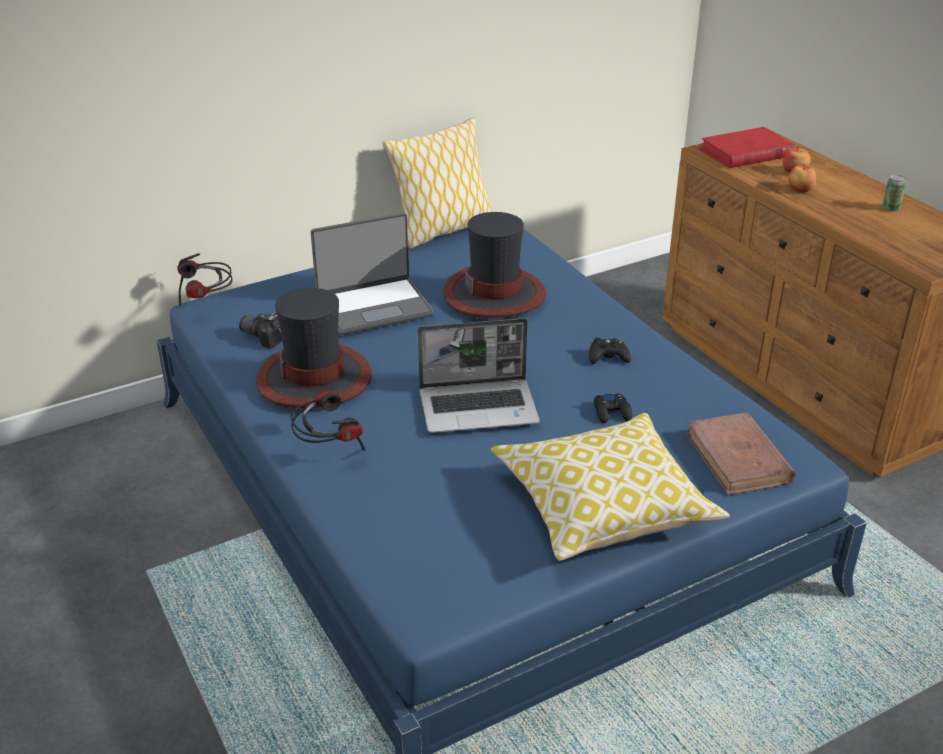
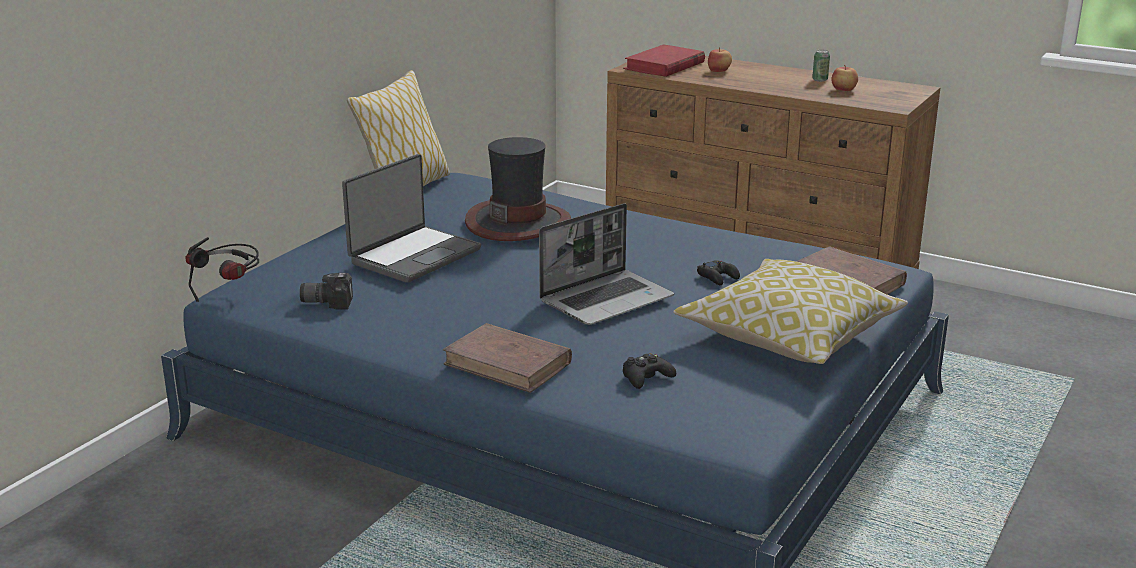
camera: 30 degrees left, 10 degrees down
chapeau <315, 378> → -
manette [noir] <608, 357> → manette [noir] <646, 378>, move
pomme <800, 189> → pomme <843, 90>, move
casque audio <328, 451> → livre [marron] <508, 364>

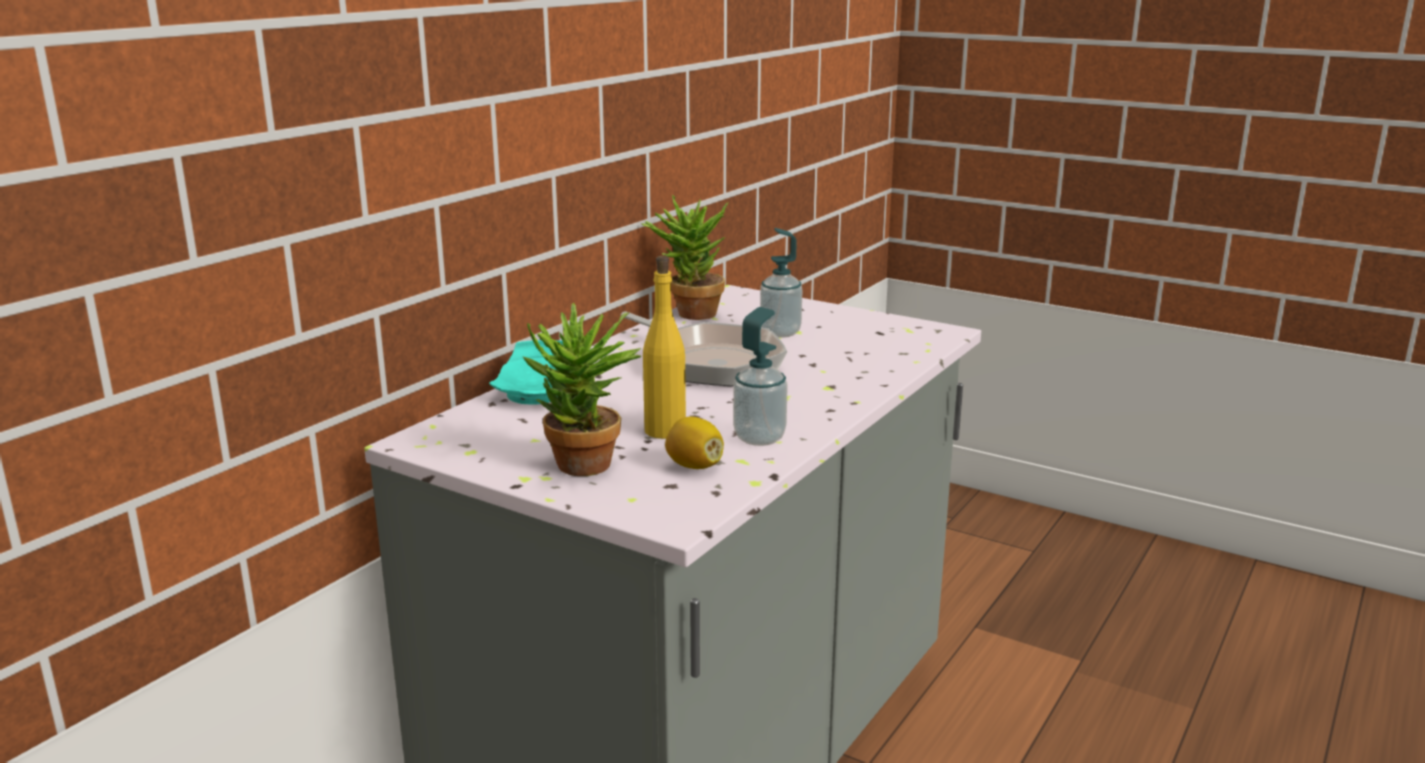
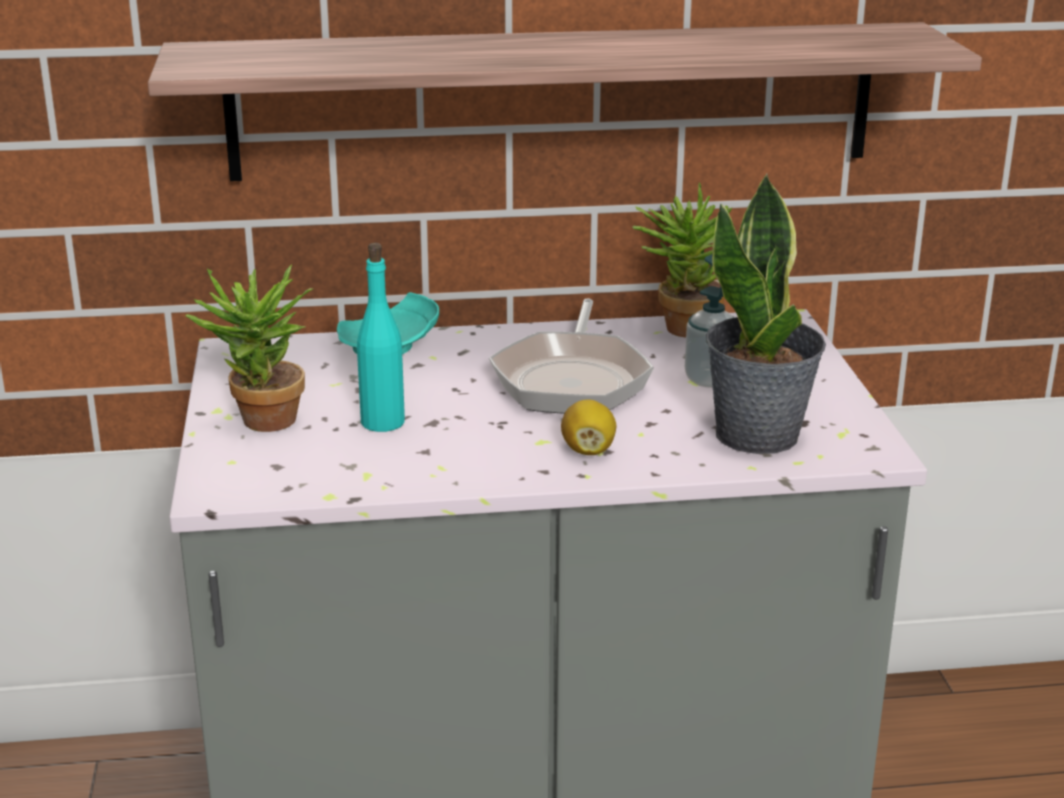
camera: 50 degrees right, 5 degrees up
distributeur de savon <759, 438> → -
- → étagère <554, 101>
- → plante en pot <758, 435>
citron <694, 466> → citron <588, 450>, move
bouteille [jaune] <664, 430> → bouteille [turquoise] <383, 422>

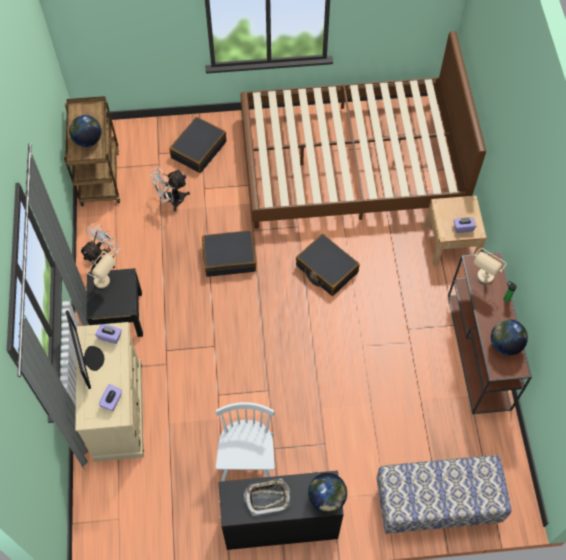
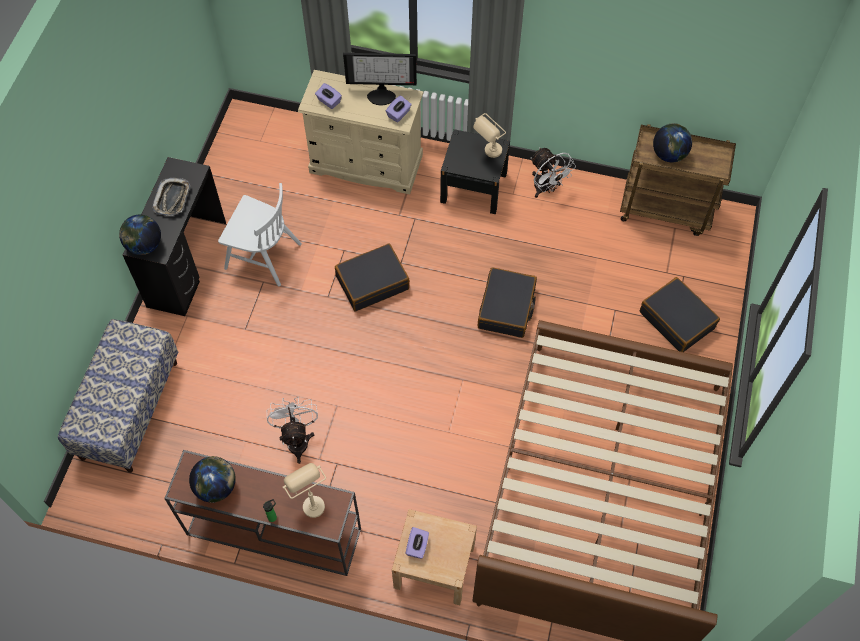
camera: 110 degrees right, 0 degrees up
ventilateur [blanc] <172, 201> → ventilateur [blanc] <297, 439>, move
valise [noir] <326, 269> → valise [noir] <372, 282>, move

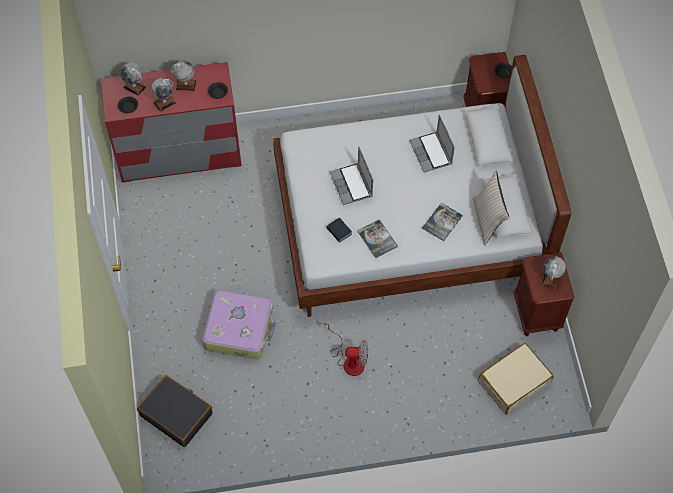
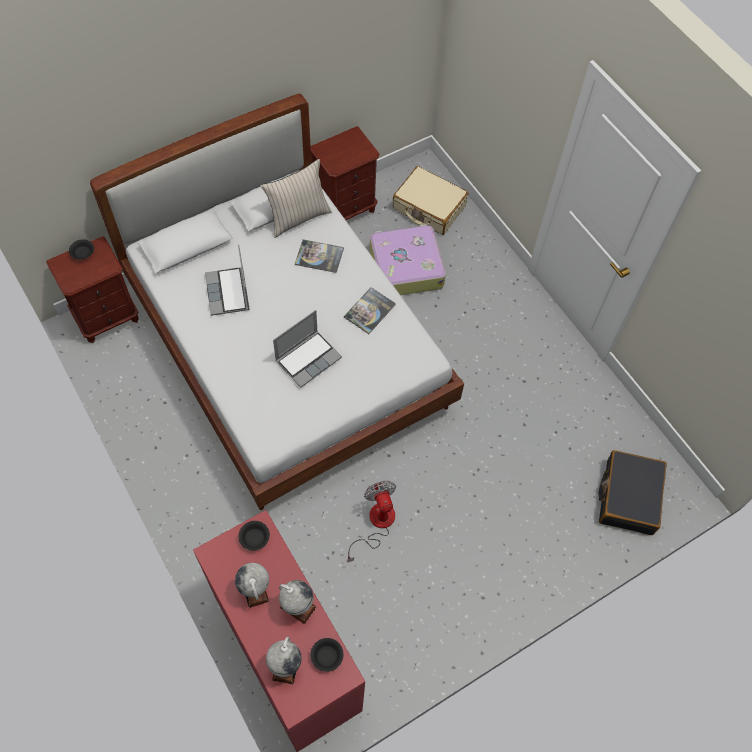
camera: 115 degrees left, 0 degrees up
livre <339, 231> → -
globe <550, 278> → -
valise <240, 329> → valise <405, 267>, move
ventilateur <349, 360> → ventilateur <376, 524>, move
ordinateur portable <431, 153> → ordinateur portable <228, 293>, 120 degrees clockwise

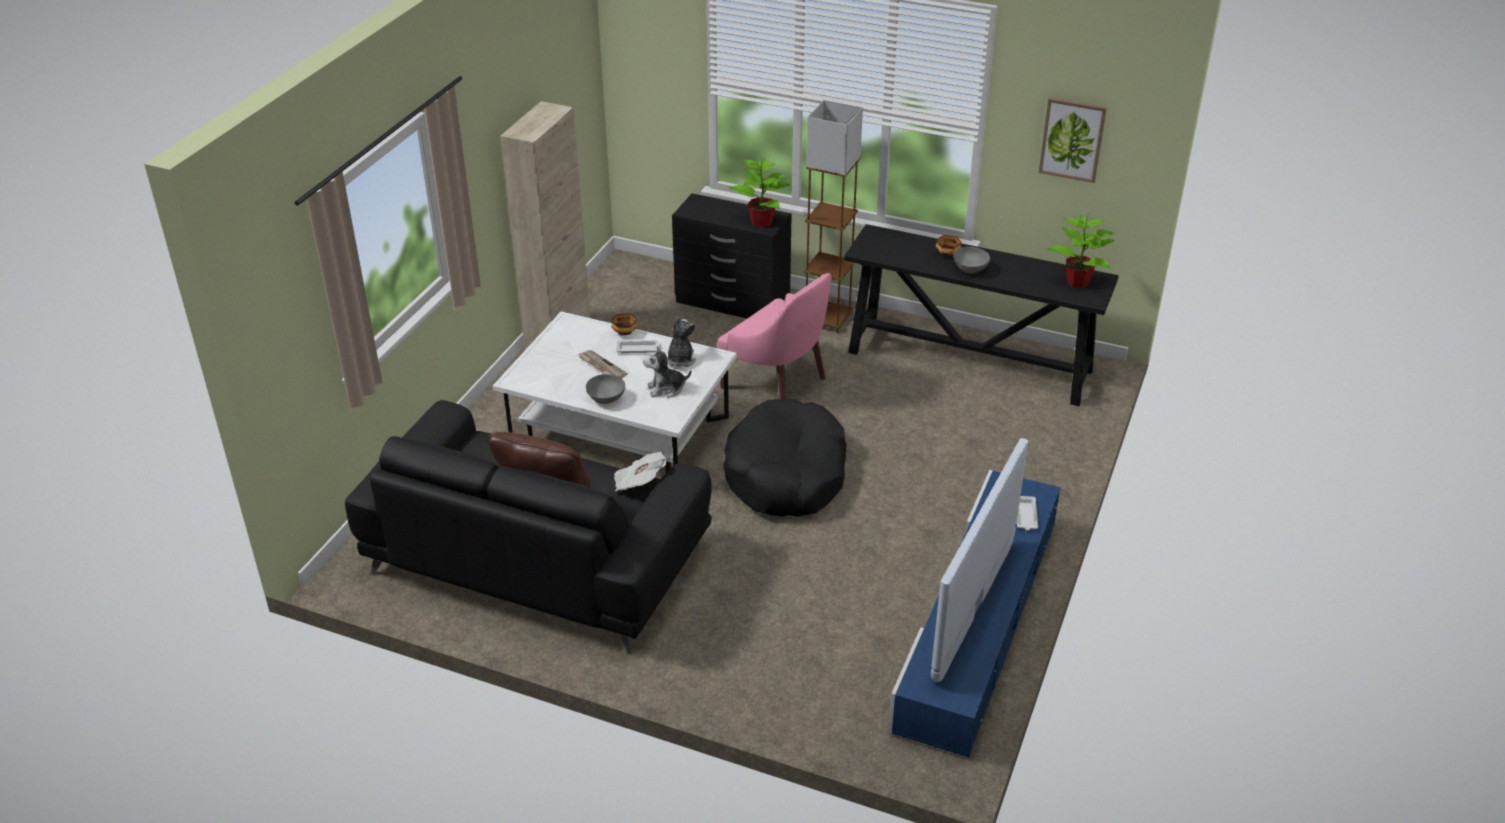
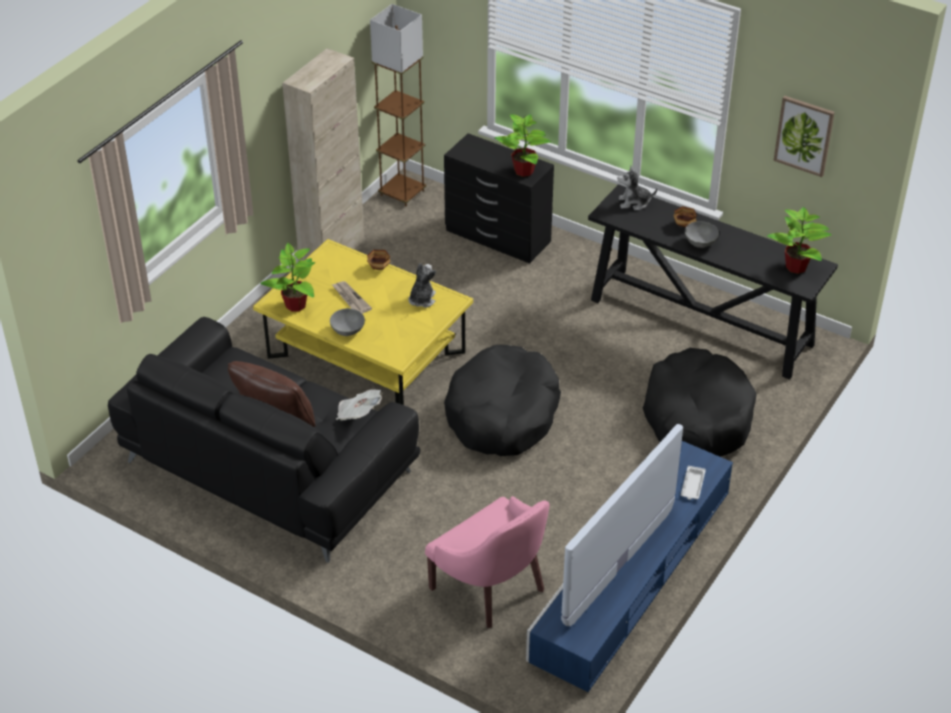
camera: 10 degrees right, 5 degrees up
plateau [blanc] <639, 349> → -
- → plante en pot <295, 305>
- → panier pour chien [noir] <697, 417>
peluche <666, 389> → peluche <634, 202>, move
fauteuil [rose] <778, 381> → fauteuil [rose] <492, 587>, move
lampadaire [marron] <827, 319> → lampadaire [marron] <402, 193>, move
table basse [blanc] <620, 431> → table basse [jaune] <366, 355>

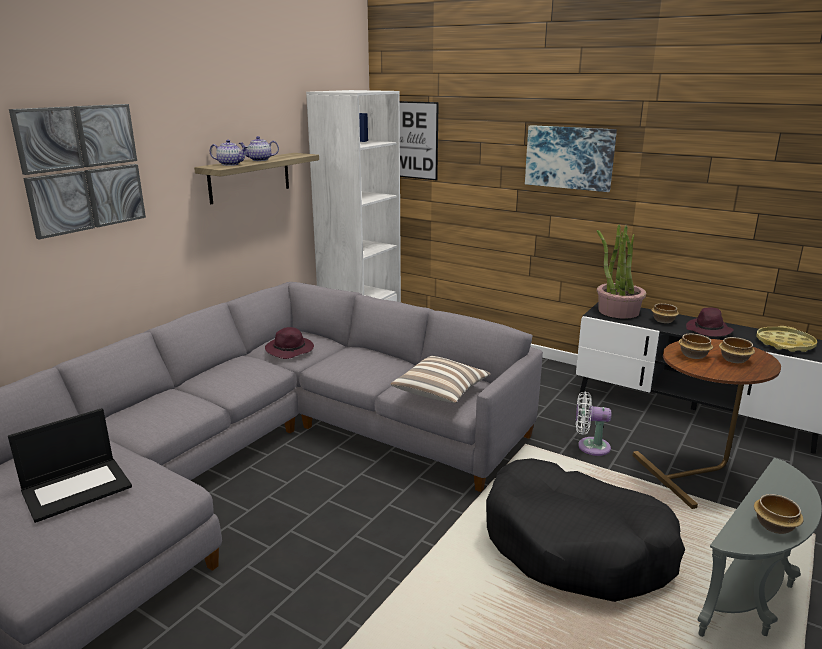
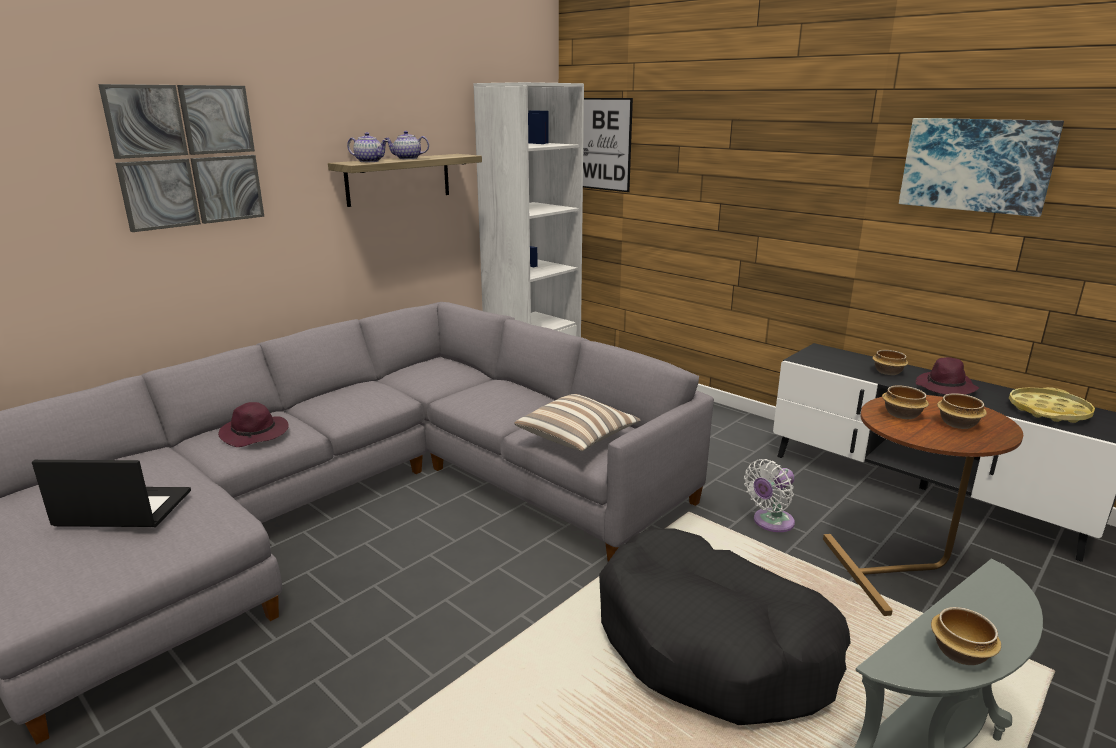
camera: 10 degrees right, 0 degrees up
plante en pot <618, 311> → -
chapeau [violet] <290, 350> → chapeau [violet] <255, 434>, move
tableau <569, 157> → tableau <976, 165>, move
ordinateur portable <77, 488> → ordinateur portable <122, 509>, 150 degrees counterclockwise
ventilateur [blanc] <590, 446> → ventilateur [blanc] <770, 522>, 60 degrees counterclockwise

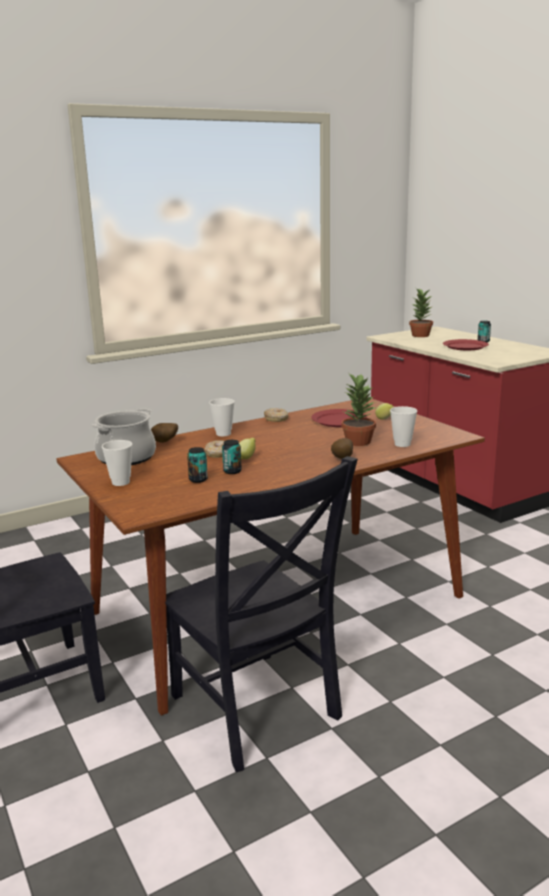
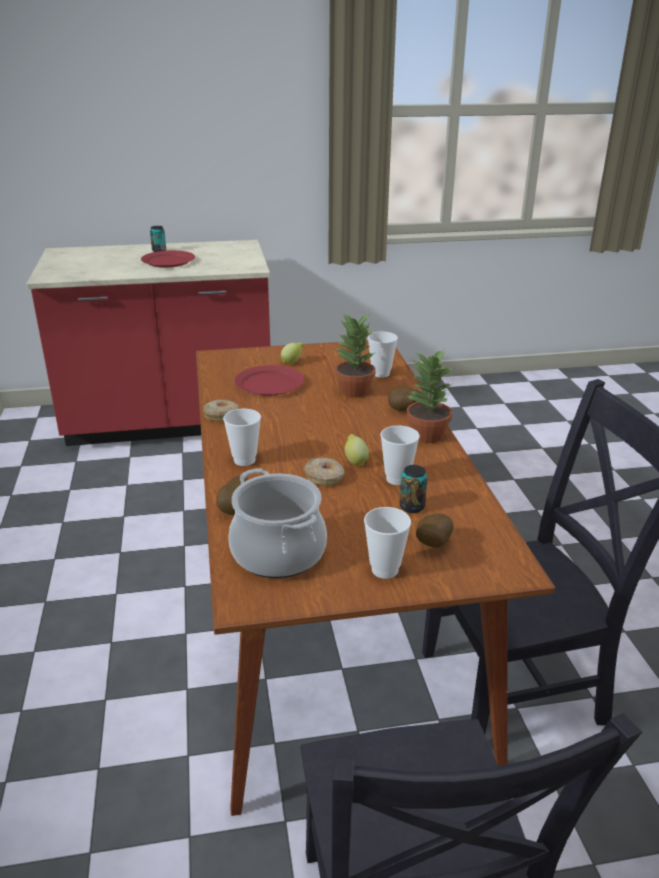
camera: 70 degrees left, 10 degrees up
- → pomme de terre <431, 545>
plante en pot <420, 335> → plante en pot <426, 435>, move
boîte métallique <232, 471> → tasse <397, 479>

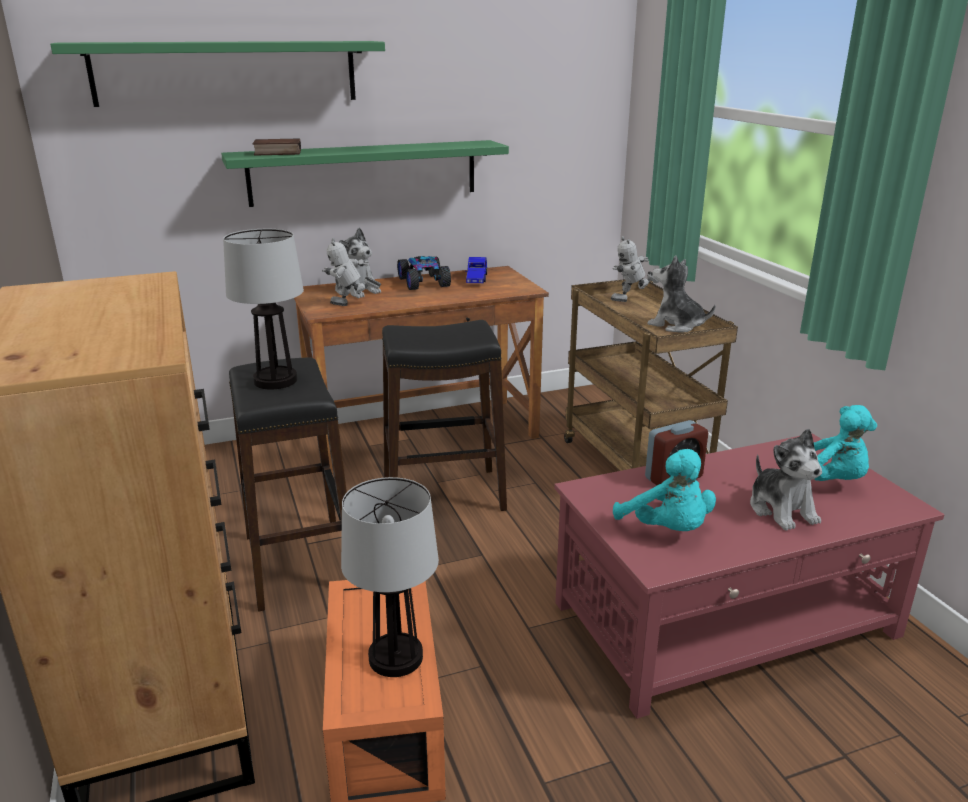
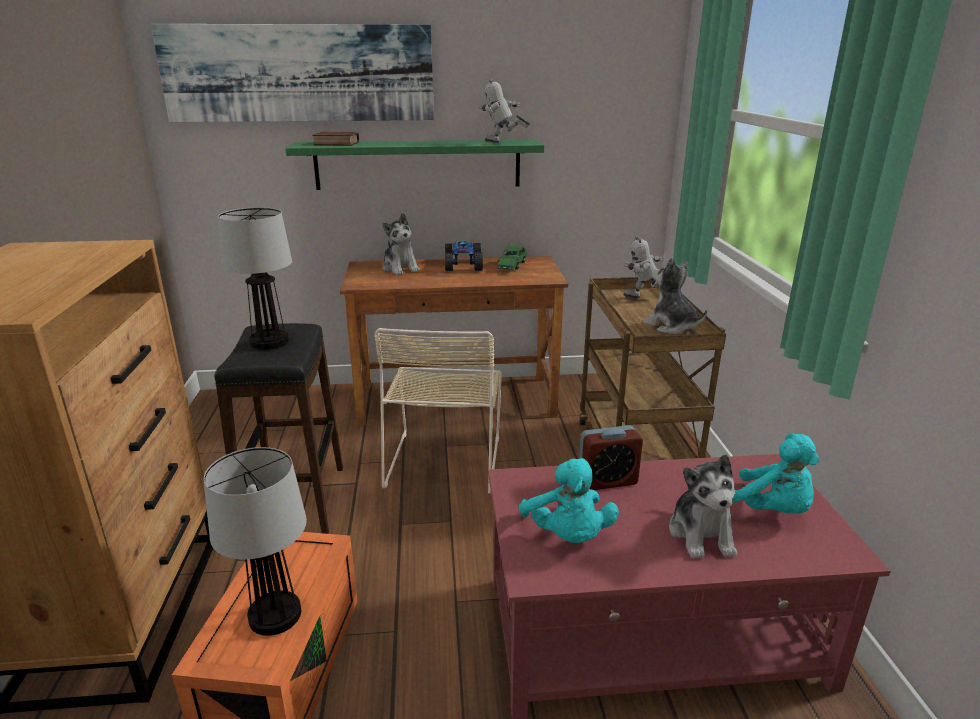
camera: 15 degrees right, 0 degrees up
robot jouet <351, 306> → robot jouet <502, 143>, move
étagère [vert] <227, 72> → tableau <299, 73>
tabouret [noir] <442, 495> → chaise [beige] <445, 458>
petite voiture [bleu] <477, 279> → petite voiture [vert] <512, 266>

